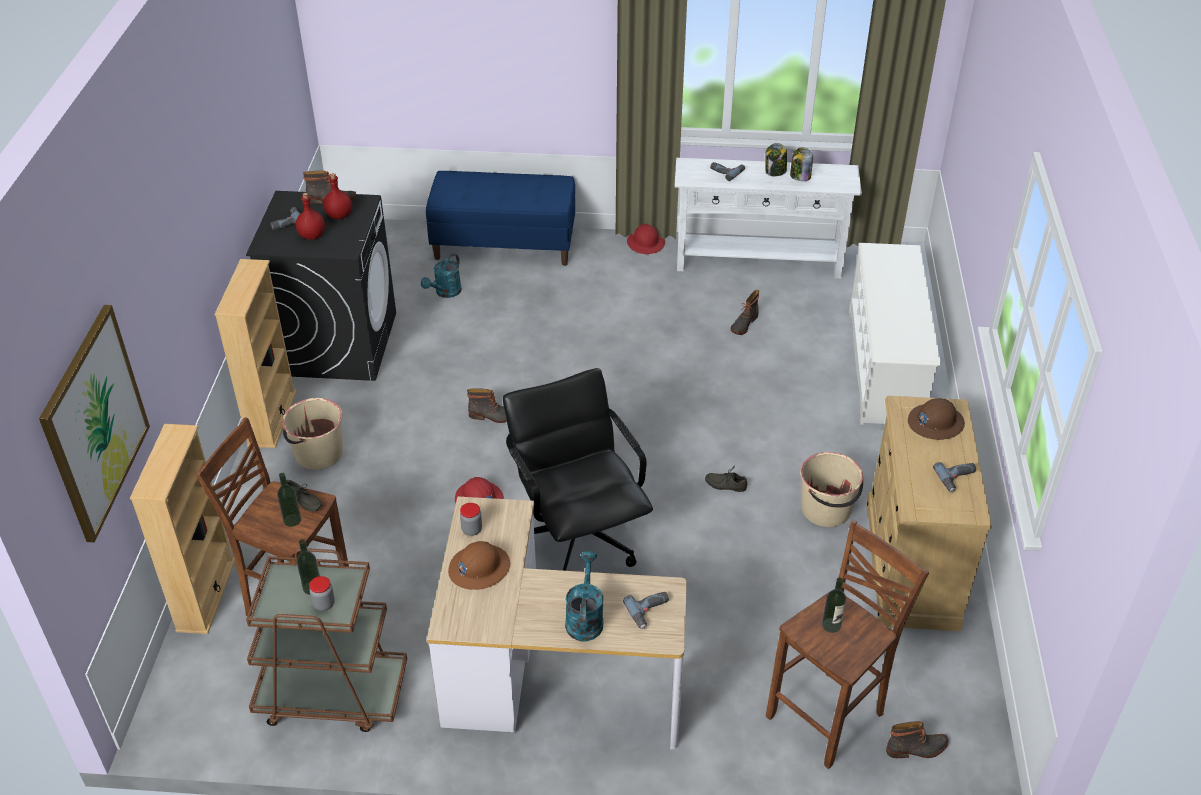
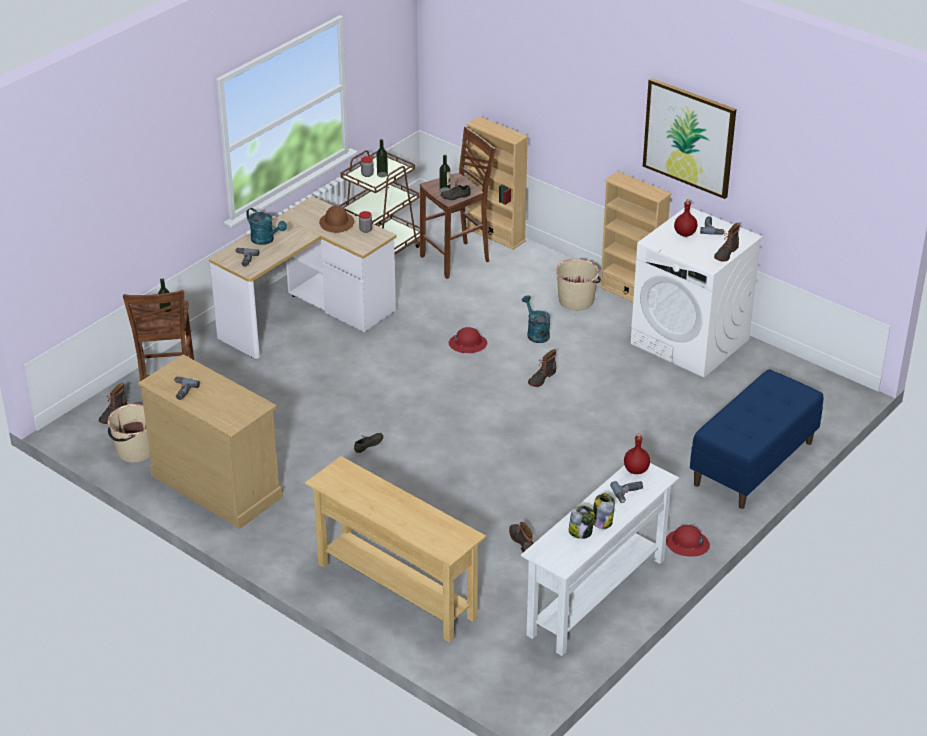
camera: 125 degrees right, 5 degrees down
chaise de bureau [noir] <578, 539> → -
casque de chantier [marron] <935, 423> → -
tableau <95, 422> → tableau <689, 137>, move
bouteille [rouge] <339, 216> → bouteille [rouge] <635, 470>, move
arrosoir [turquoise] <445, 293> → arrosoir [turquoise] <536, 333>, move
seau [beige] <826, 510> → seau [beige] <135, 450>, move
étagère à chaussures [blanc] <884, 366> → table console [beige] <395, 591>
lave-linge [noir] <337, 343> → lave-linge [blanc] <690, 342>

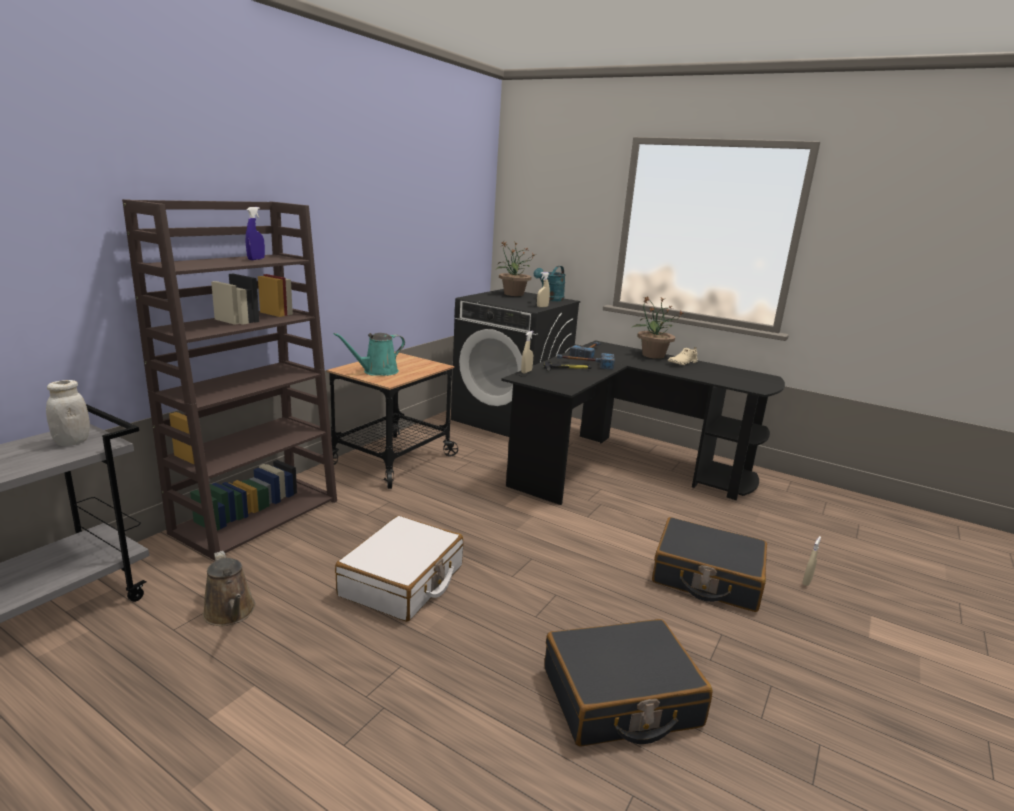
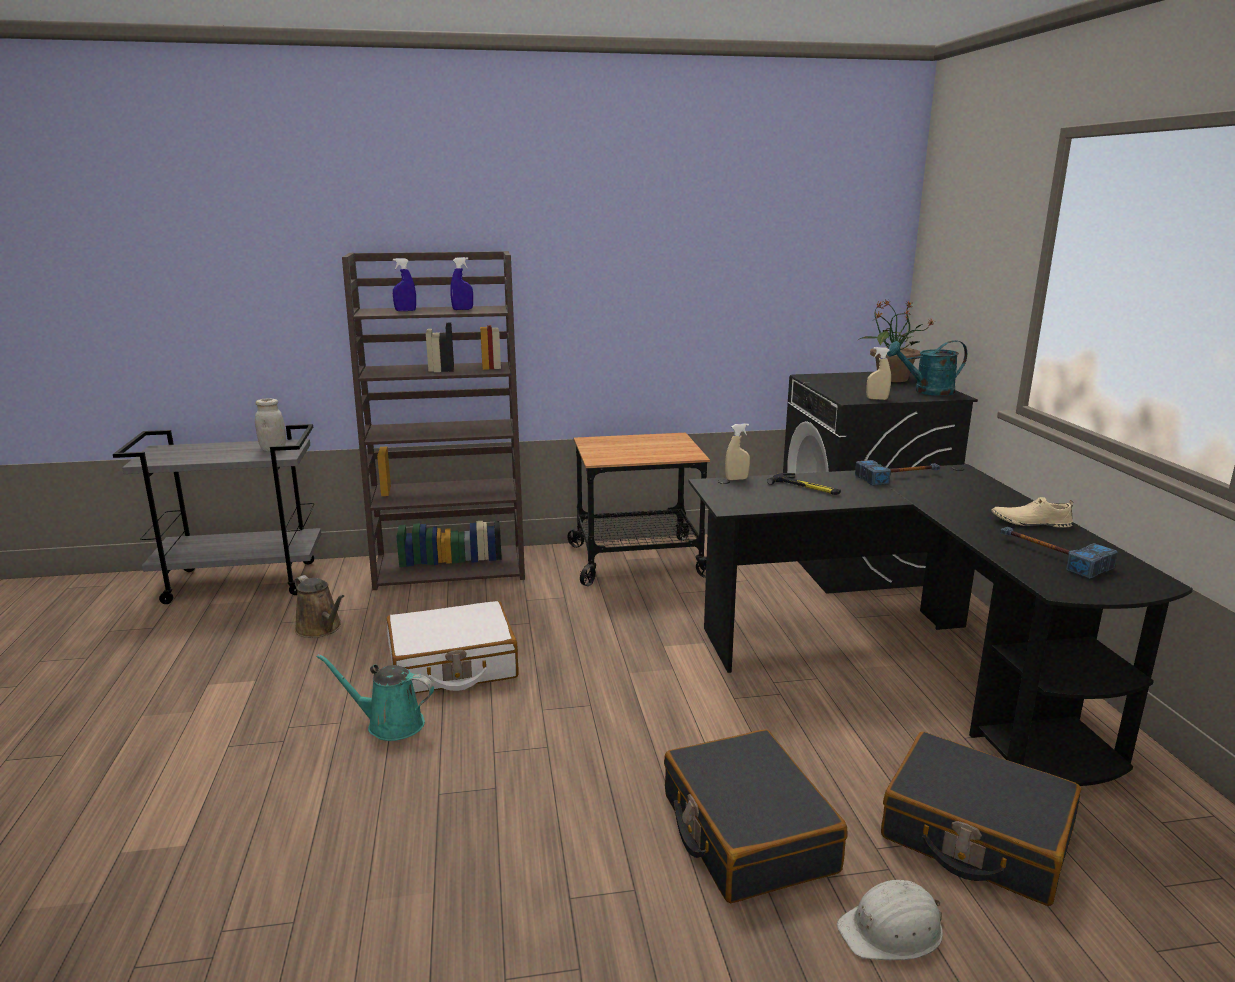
camera: 50 degrees right, 0 degrees up
plante en pot <652, 355> → -
- → vaporisateur [bleu] <405, 311>
arrosoir [turquoise] <377, 372> → arrosoir [turquoise] <390, 724>, move
valise [noir] <620, 698> → valise [noir] <975, 836>, move
marteau <584, 364> → marteau <1050, 555>, move
vaporisateur [beige] <807, 582> → casque de chantier [blanc] <892, 930>
arrosoir [marron] <230, 613> → arrosoir [marron] <321, 628>, 60 degrees counterclockwise

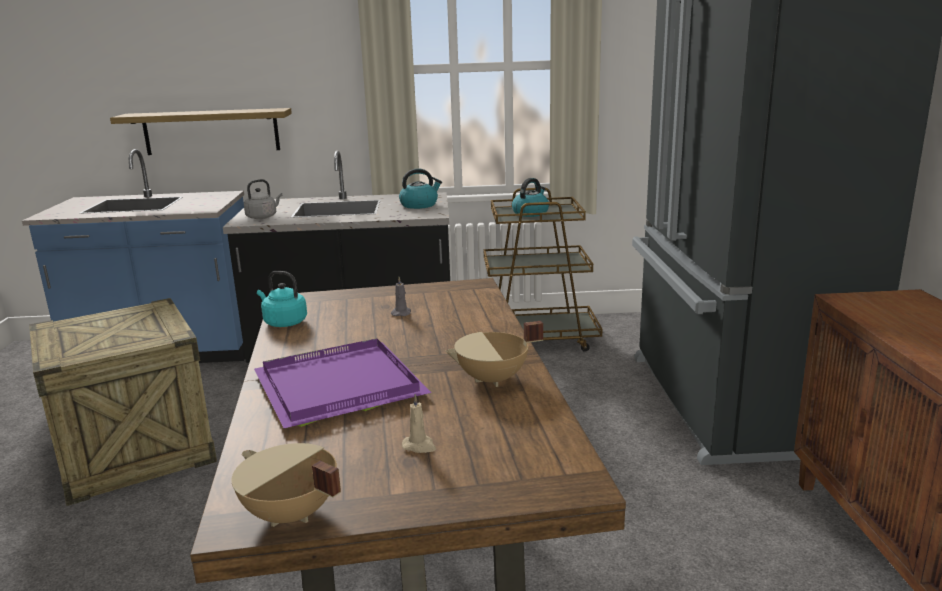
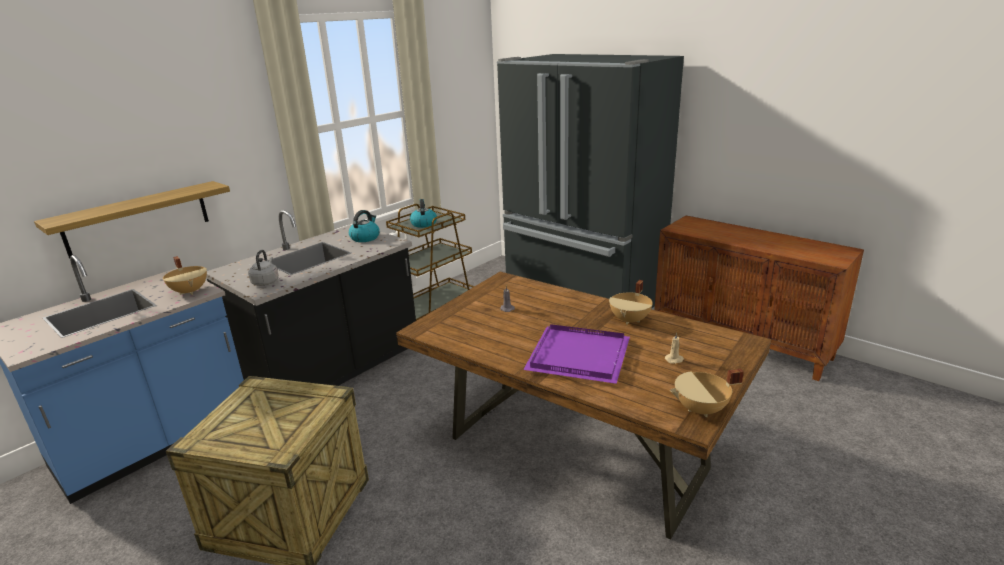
camera: 45 degrees left, 5 degrees up
bouilloire [turquoise] <283, 322> → -
- → marmite [beige] <190, 291>

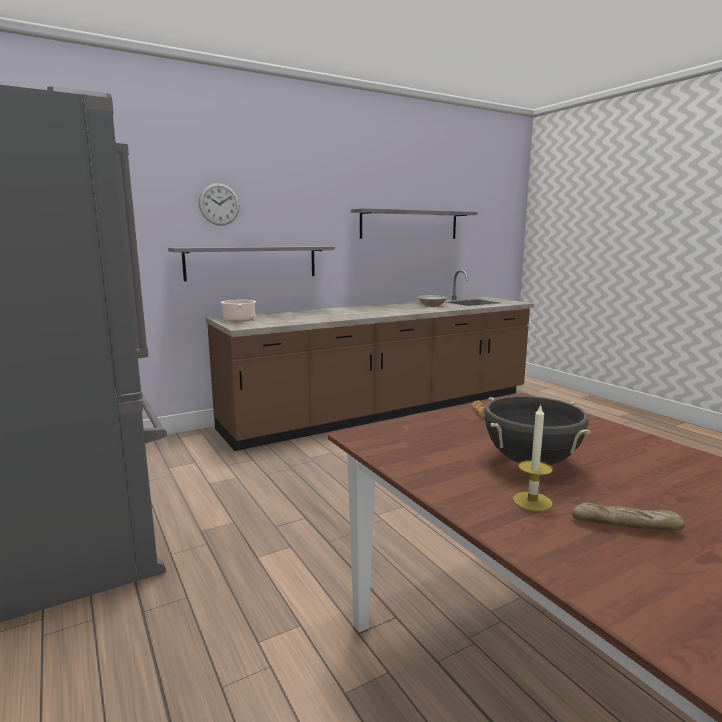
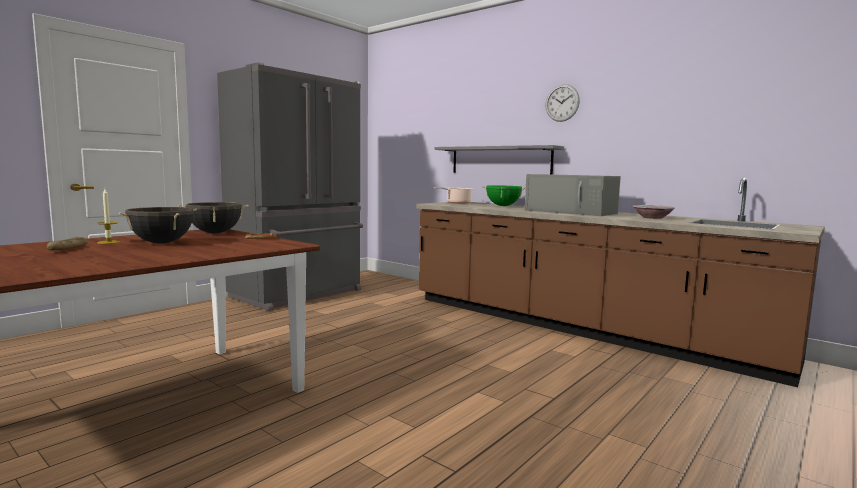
camera: 70 degrees right, 5 degrees down
étagère [gris] <410, 225> → -
- → marmite [noir] <215, 233>
- → marmite [vert] <503, 206>
- → micro-ondes [gris] <571, 212>
horloge murale <219, 204> → horloge murale <562, 103>, move

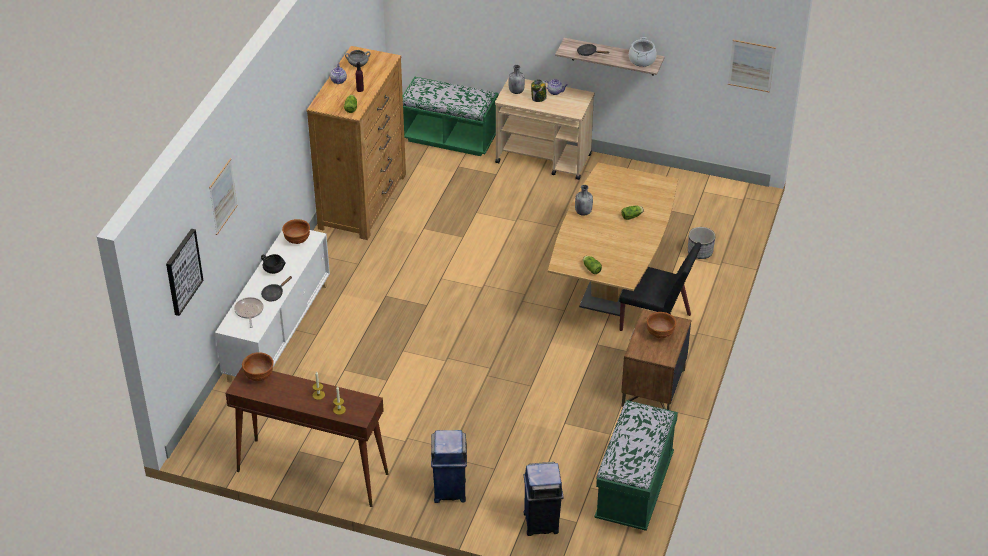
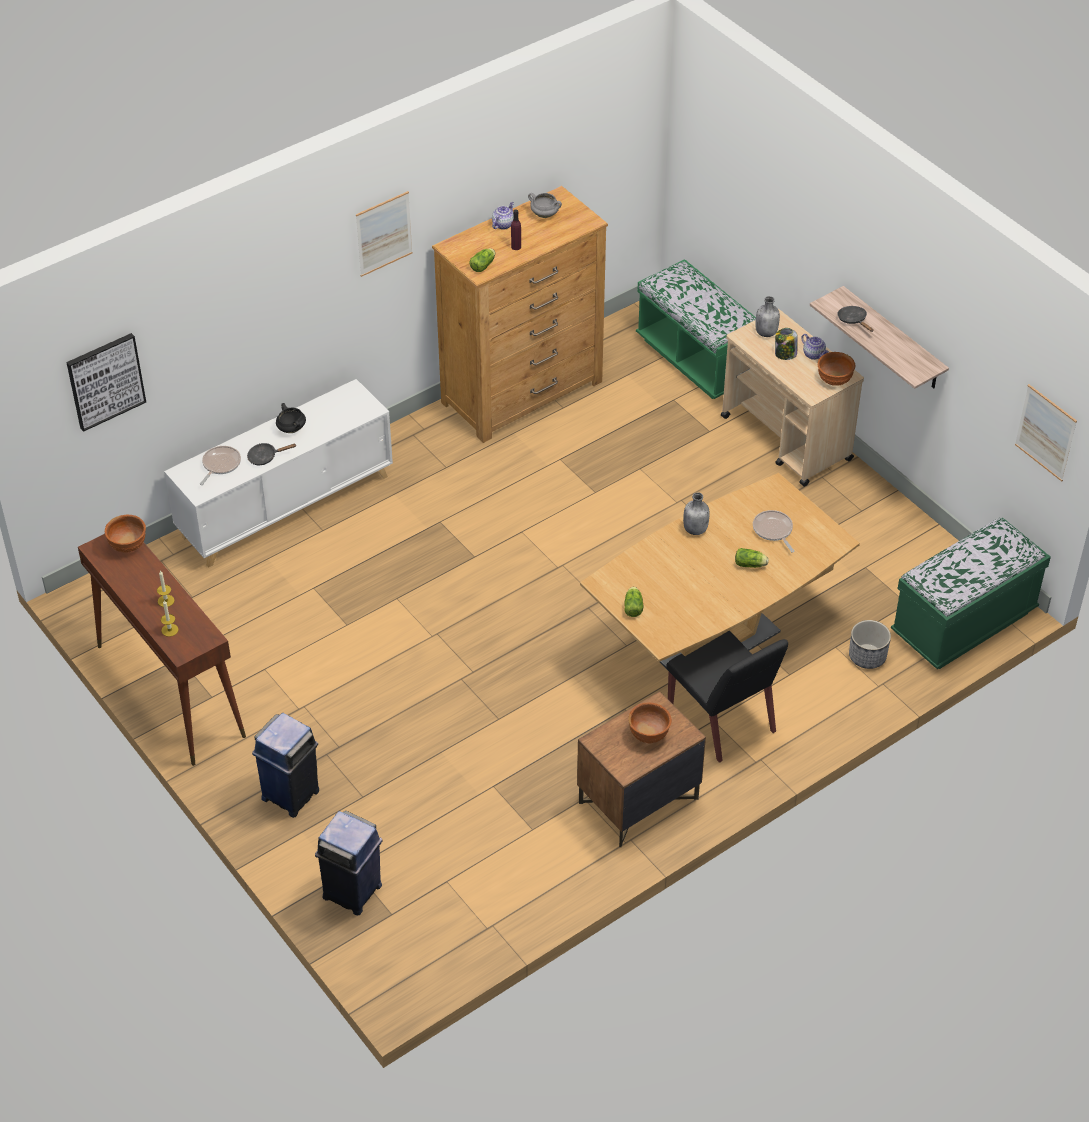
camera: 35 degrees right, 5 degrees up
marmite <642, 60> → -
- → poêle <773, 530>
tableau <223, 196> → tableau <384, 233>, move
bol [marron] <297, 240> → bol [marron] <834, 380>, move
banc [vert] <634, 488> → banc [vert] <963, 623>, move

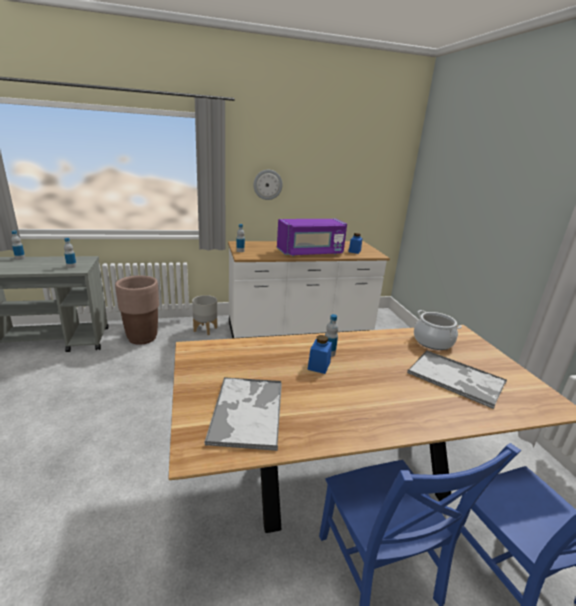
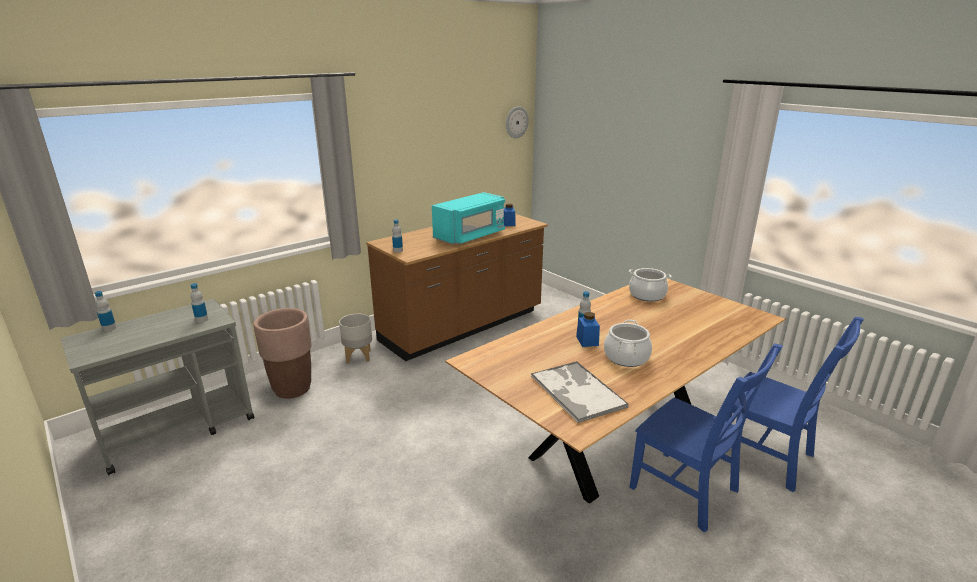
camera: 25 degrees left, 0 degrees up
plateau <456, 378> → -
- → marmite <626, 357>
horloge murale <267, 184> → horloge murale <516, 122>, move
comptoir de cuisine [blanc] <299, 330> → comptoir de cuisine [marron] <463, 327>
micro-ondes [violet] <310, 253> → micro-ondes [turquoise] <470, 236>

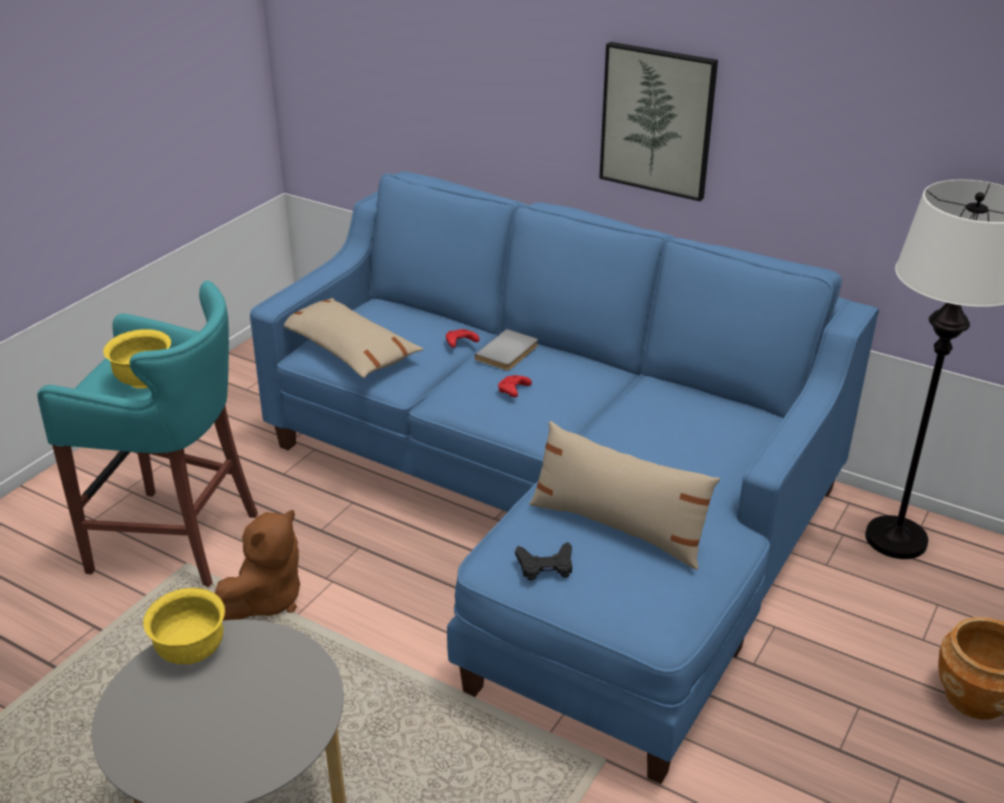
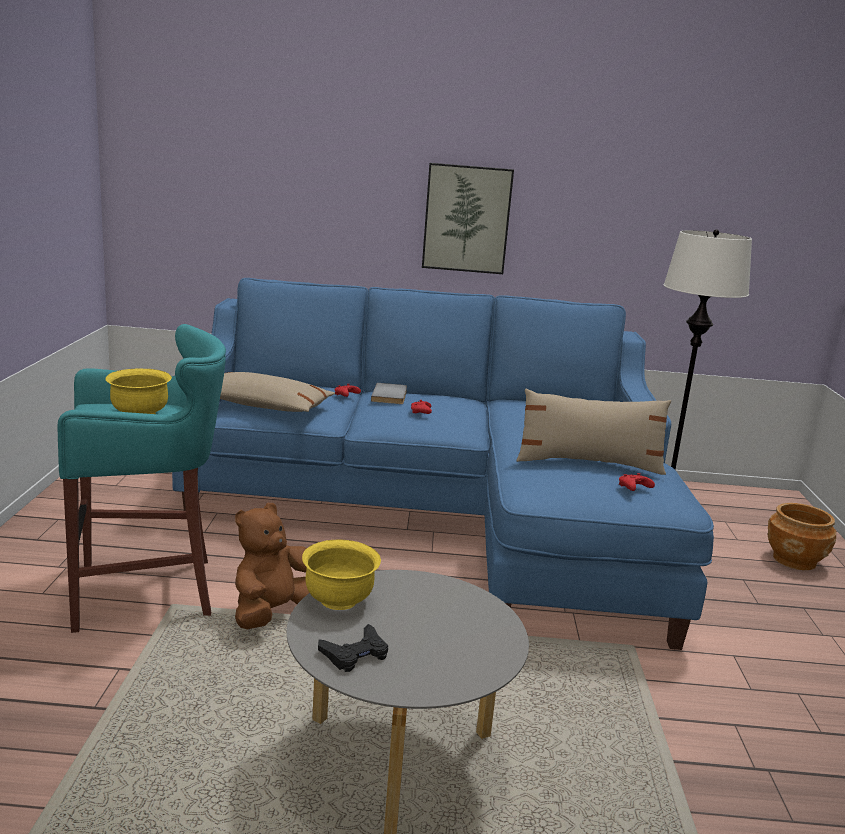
camera: 30 degrees left, 15 degrees down
- → manette [rouge] <633, 488>
manette [noir] <545, 566> → manette [noir] <355, 654>, move
peluche [marron] <266, 600> → peluche [marron] <272, 613>, 150 degrees counterclockwise

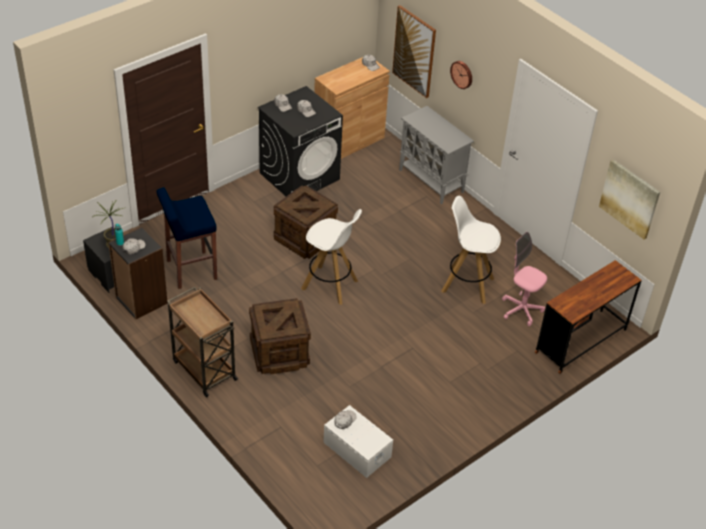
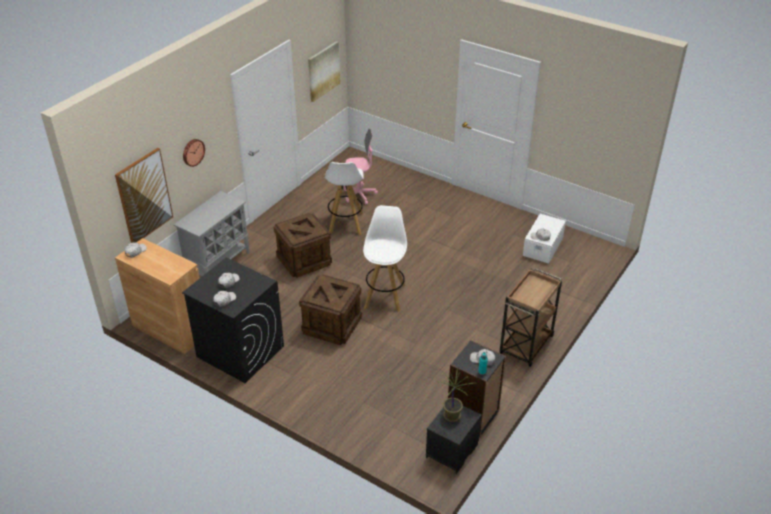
camera: 105 degrees left, 5 degrees down
tabouret [bleu] <190, 270> → -
bureau [marron] <581, 341> → -
caisse <279, 353> → caisse <304, 260>, move
chaise de bureau [rose] <521, 310> → chaise de bureau [rose] <359, 195>, 120 degrees counterclockwise

